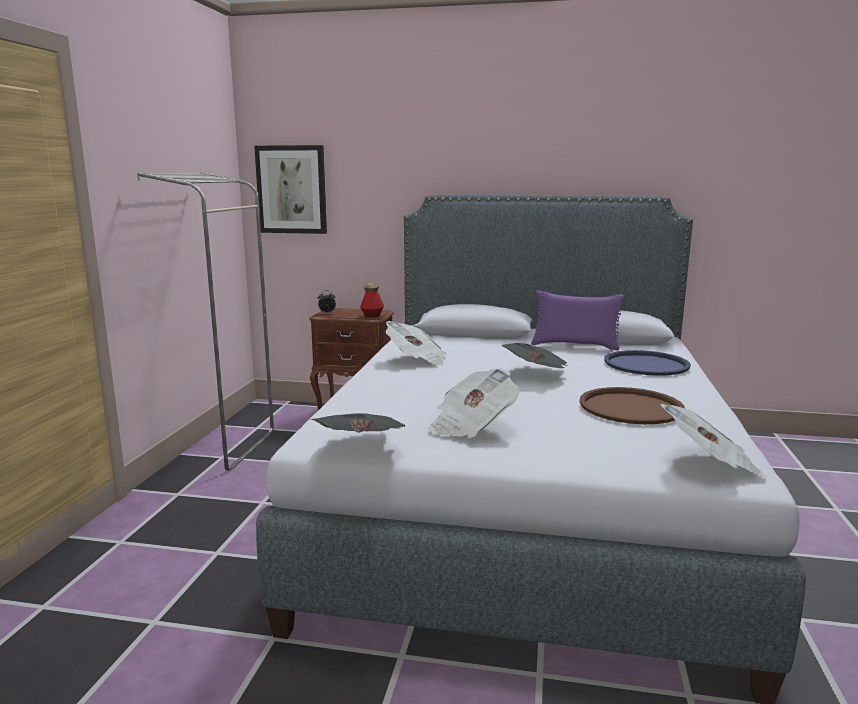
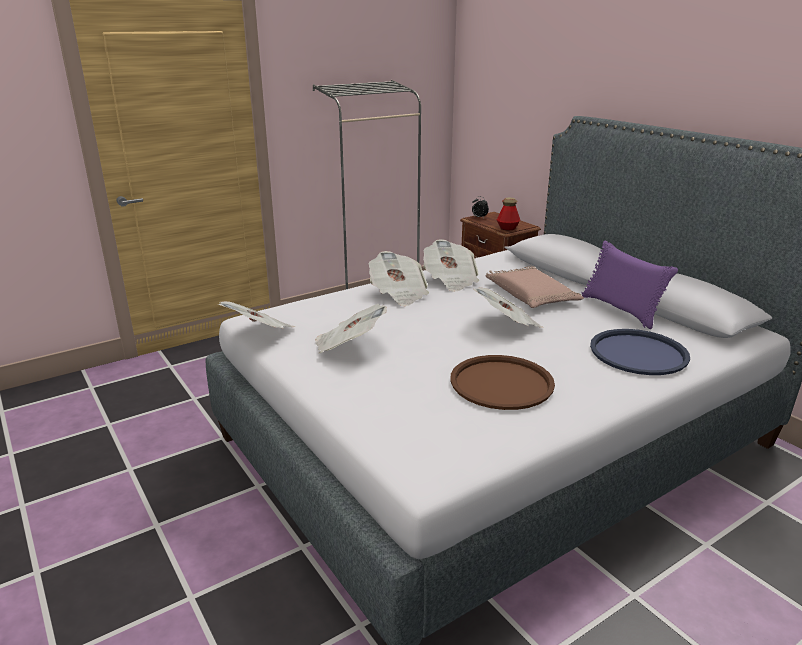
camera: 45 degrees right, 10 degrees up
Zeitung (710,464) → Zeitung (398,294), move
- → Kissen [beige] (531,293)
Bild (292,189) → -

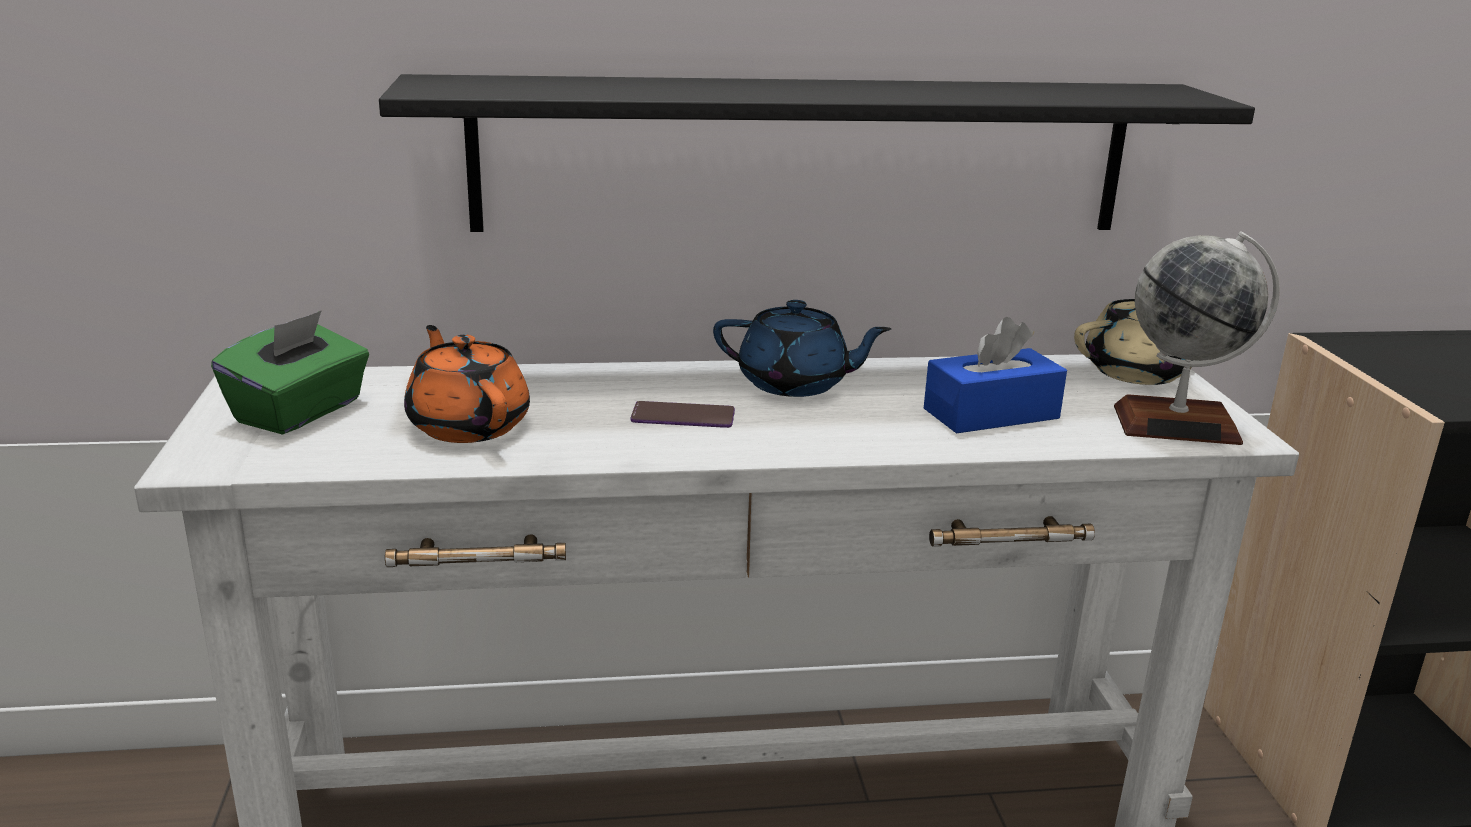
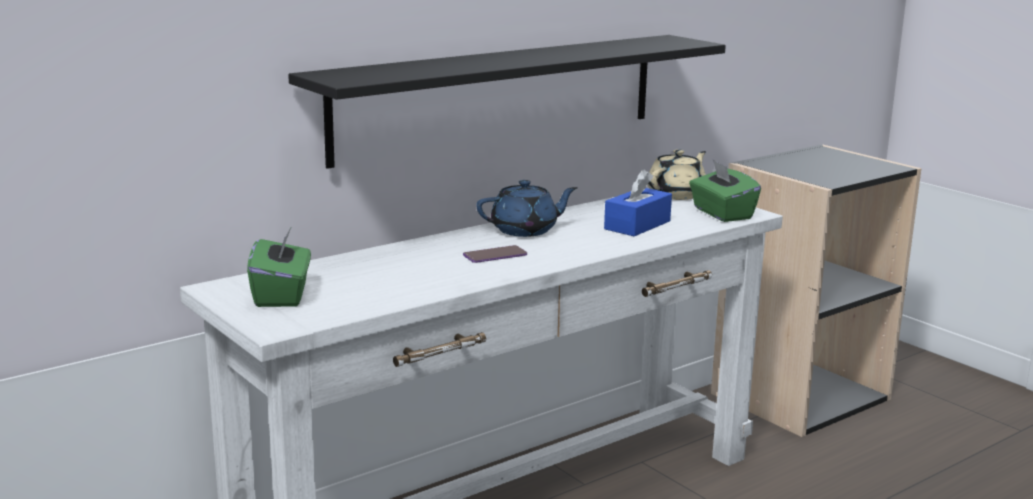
camera: 30 degrees left, 5 degrees down
Globus (1176,424) → Taschentuchbox [grün] (721,214)
Teekanne [orange] (468,425) → -

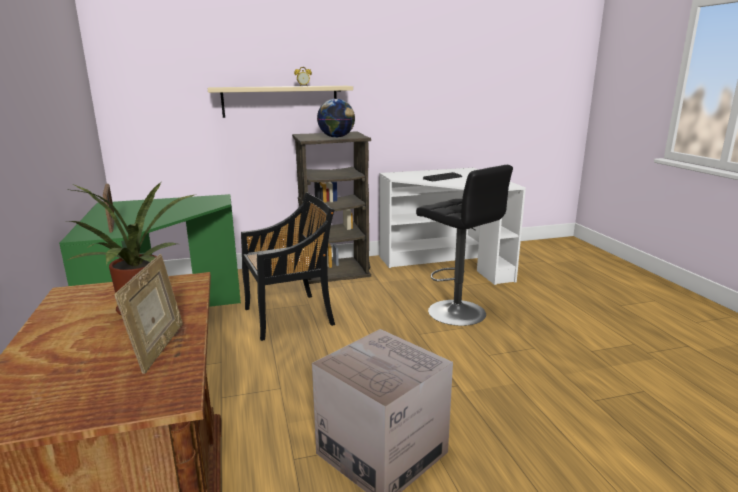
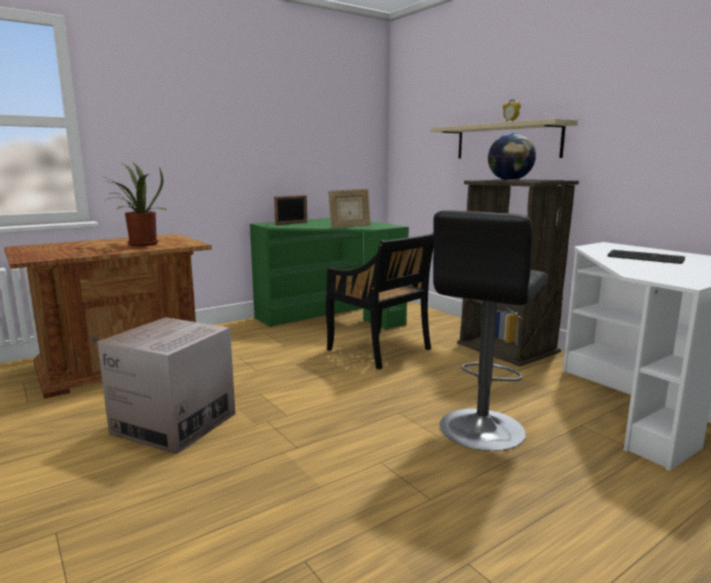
camera: 70 degrees right, 5 degrees down
Bilderrahmen (158,349) → Bilderrahmen (349,227), move

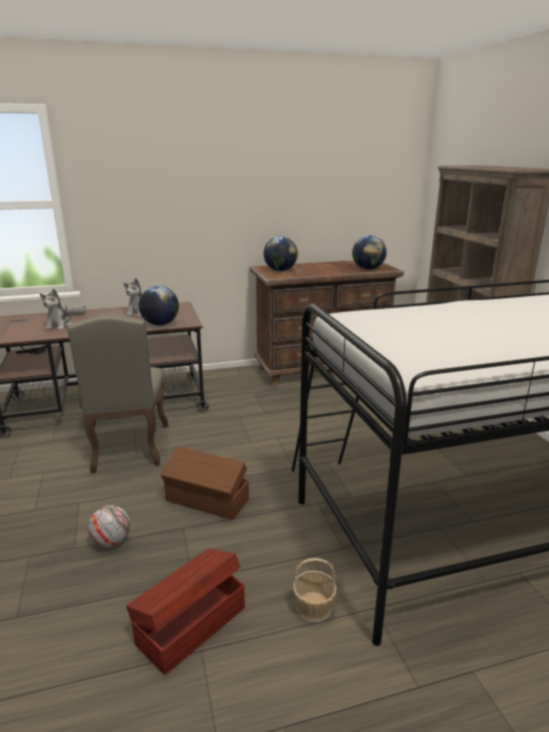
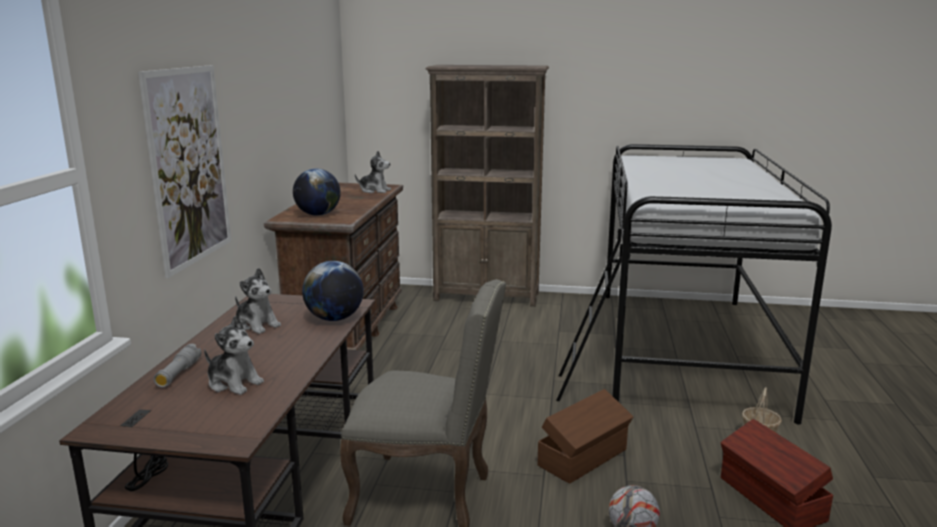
camera: 65 degrees left, 5 degrees down
- → Bild (189,166)
Globus (368,269) → Plüschtier (374,191)

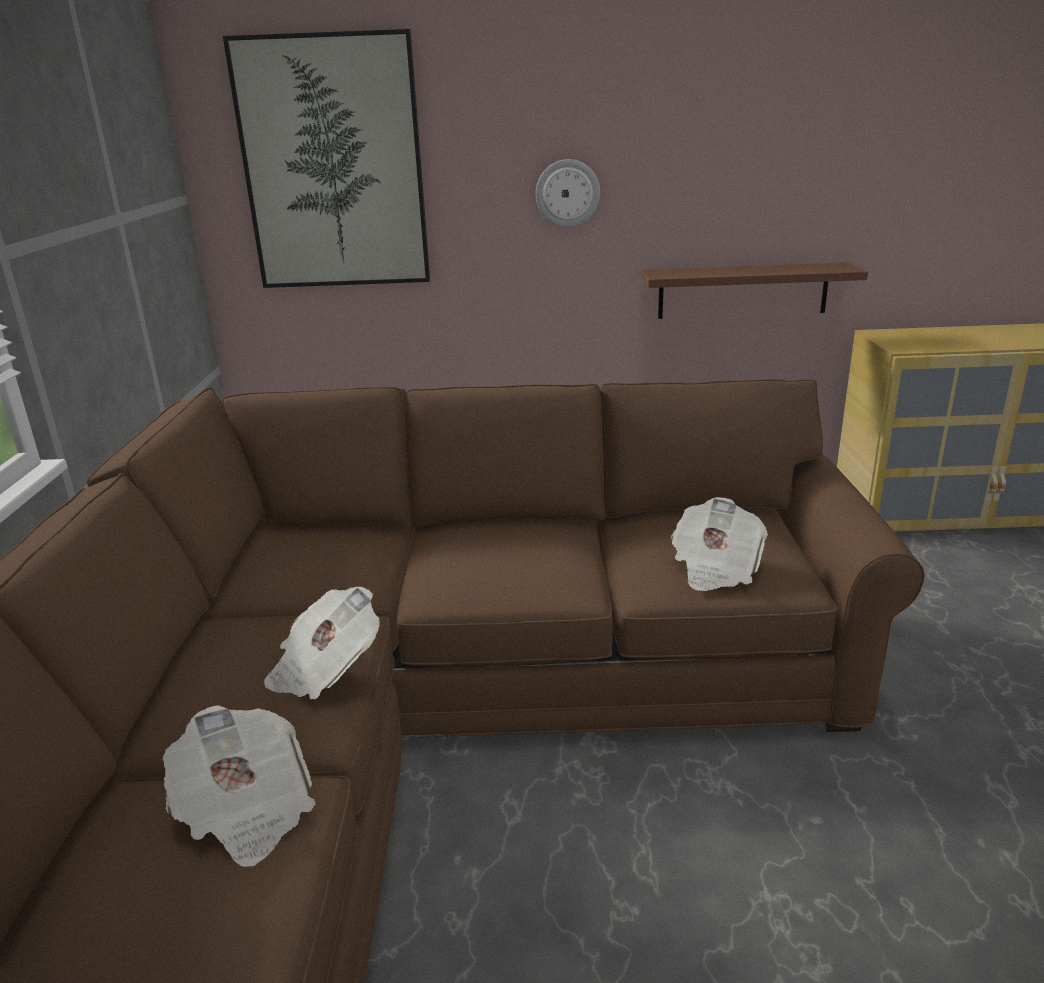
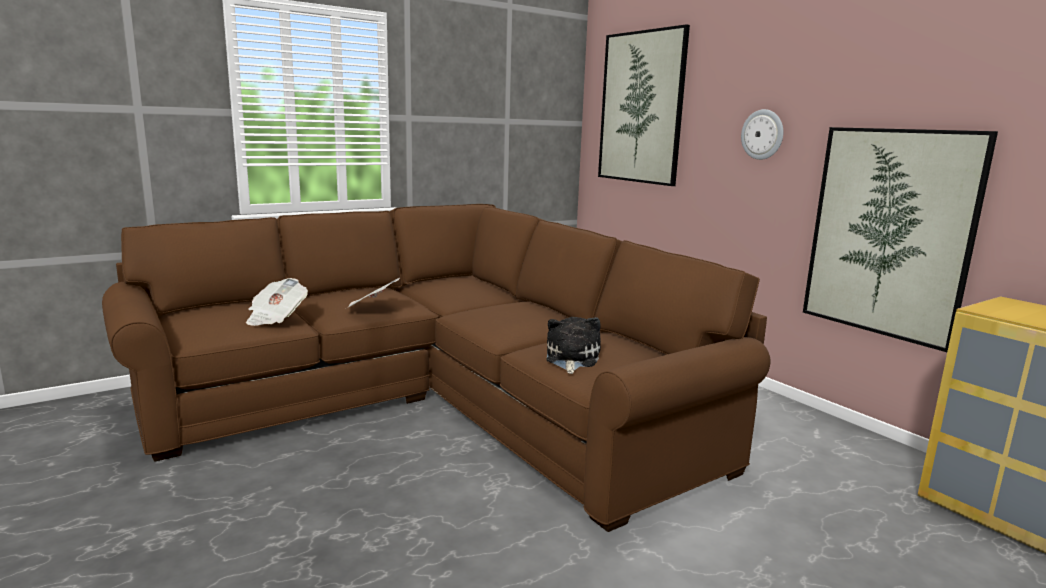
camera: 55 degrees right, 10 degrees down
Zeitung (715,568) → Plüschtier (571,359)
Wandregal [braun] (742,291) → Bild (889,233)

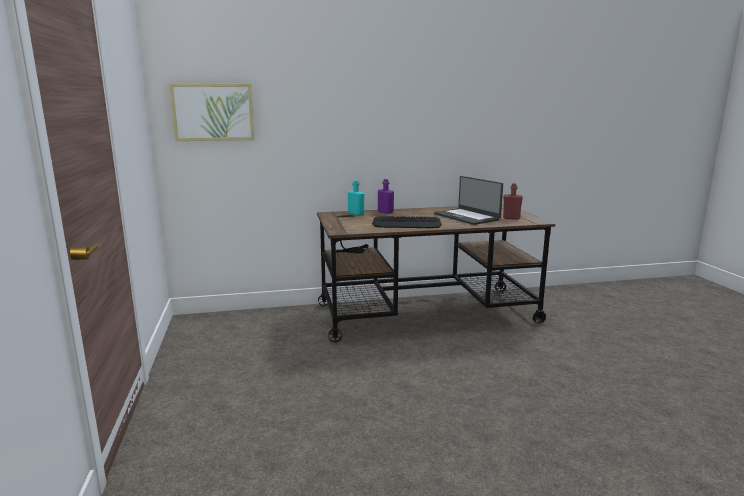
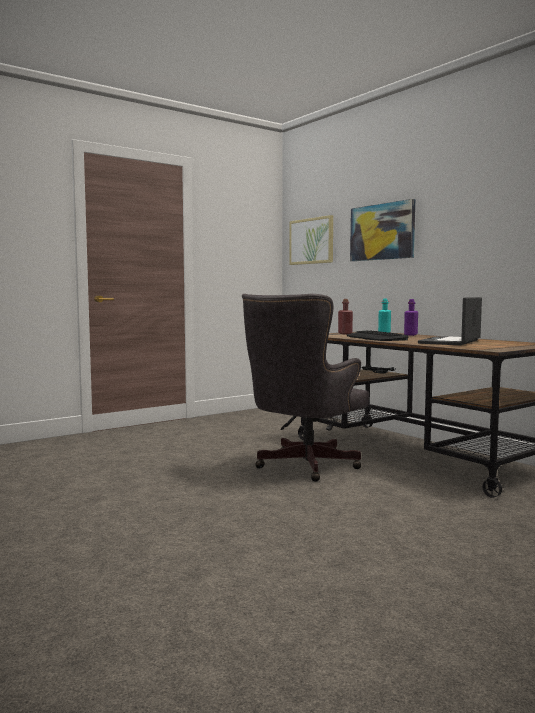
camera: 65 degrees right, 10 degrees down
- → Bürostuhl [grau] (304,467)
Flasche [rot] (511,218) → Flasche [rot] (345,333), move
- → Bild (382,232)

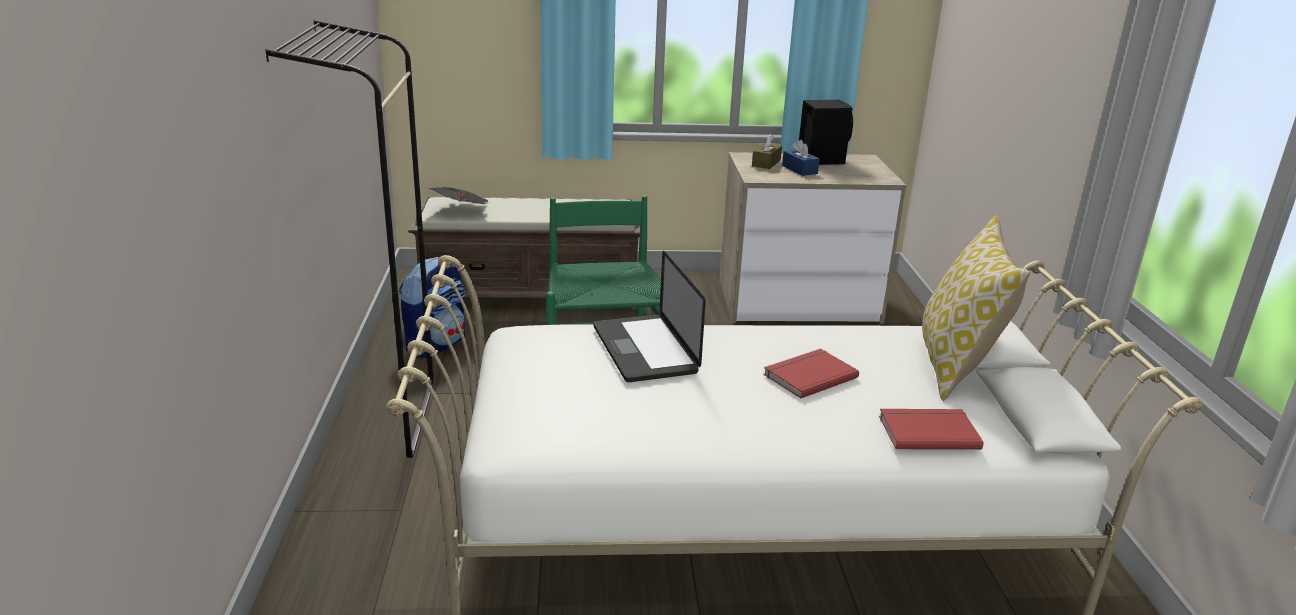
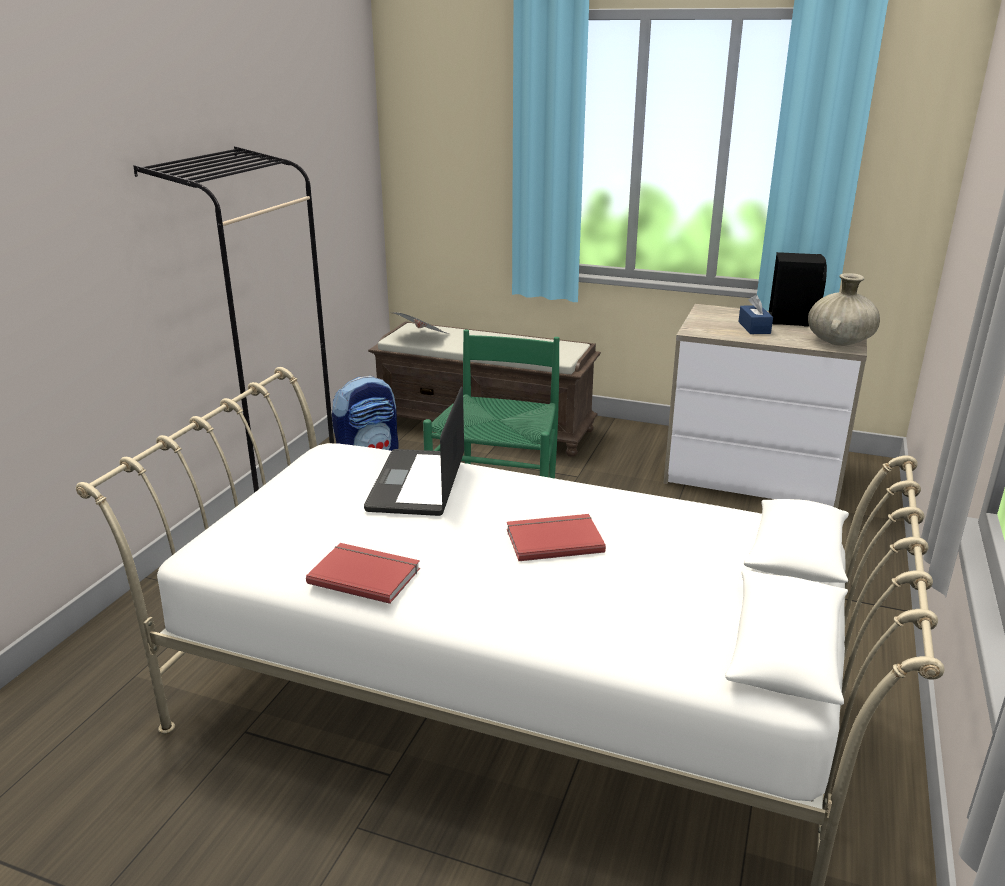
camera: 25 degrees right, 0 degrees up
Buch [rot] (927,431) → Buch [rot] (365,574), move
- → Vase [beige] (840,342)
Taschentuchbox [braun] (766,163) → -
Kissen (957,366) → -

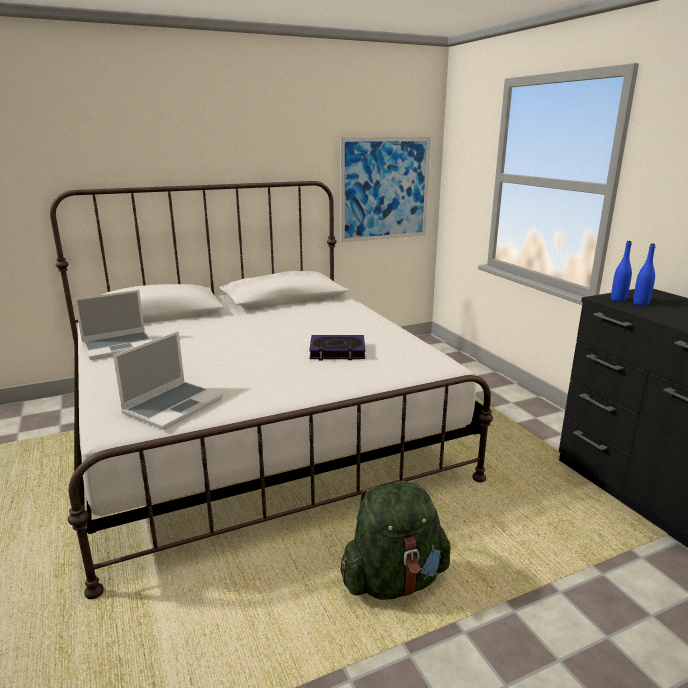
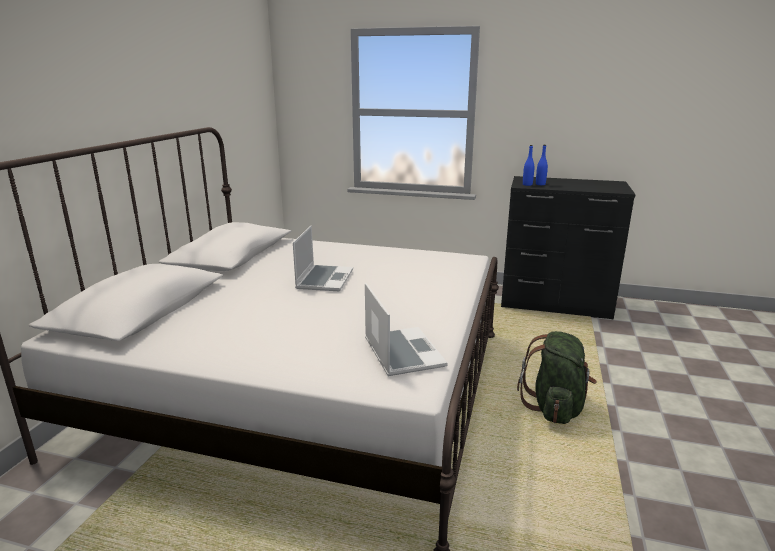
camera: 50 degrees left, 0 degrees up
Laptop (119,346) → Laptop (324,279), move
Buch (337,352) → -
Bild (385,189) → -

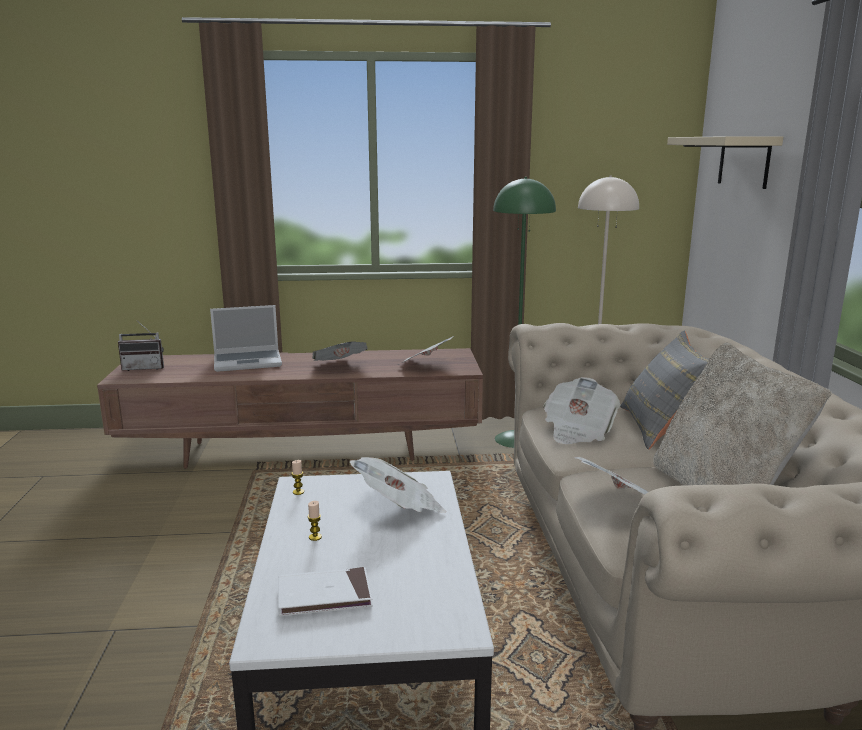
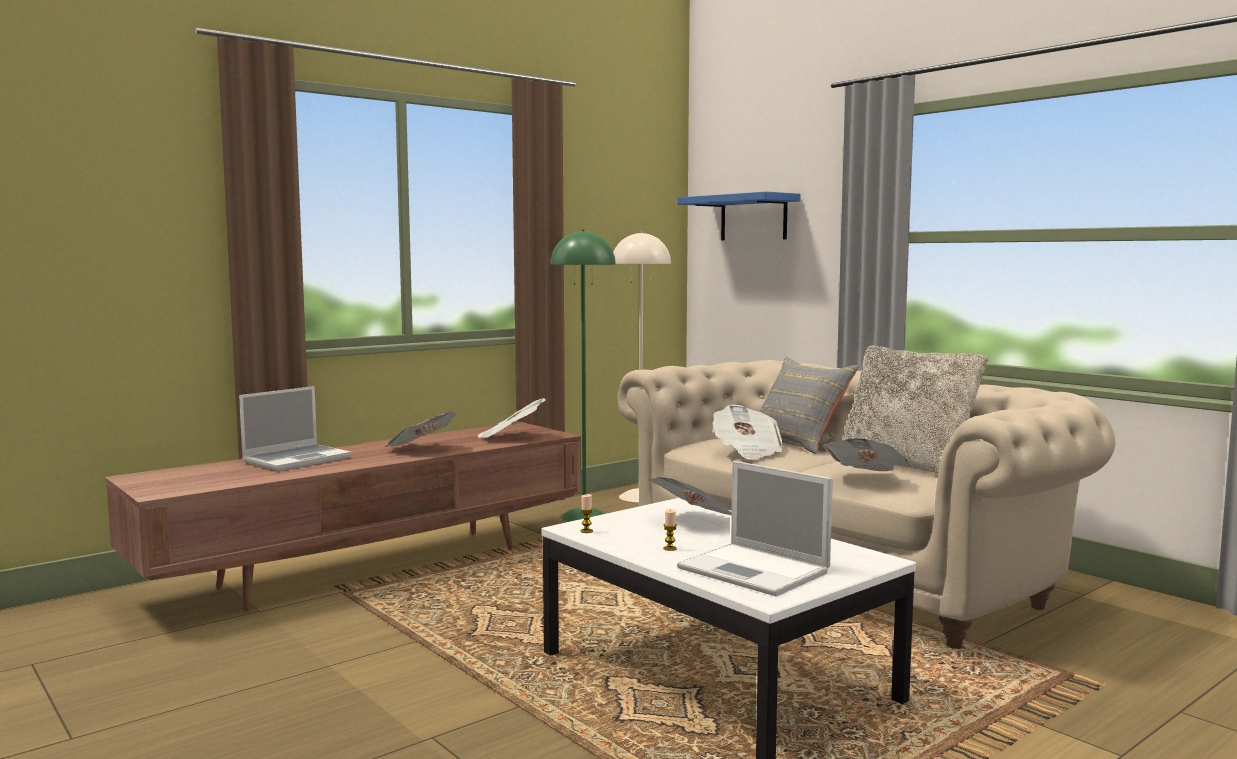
camera: 35 degrees left, 10 degrees down
Wandregal [beige] (744,161) → Wandregal [blau] (753,218)
Buch [weiß] (324,596) → Laptop (756,570)
Radio (144,368) → -

